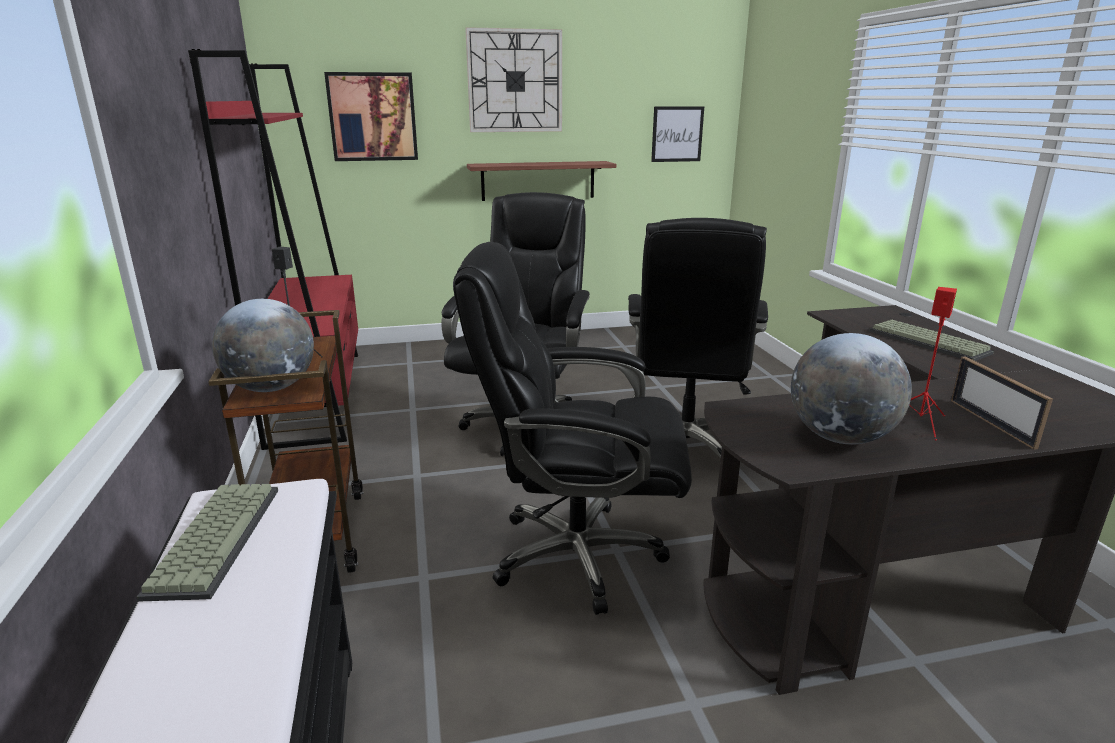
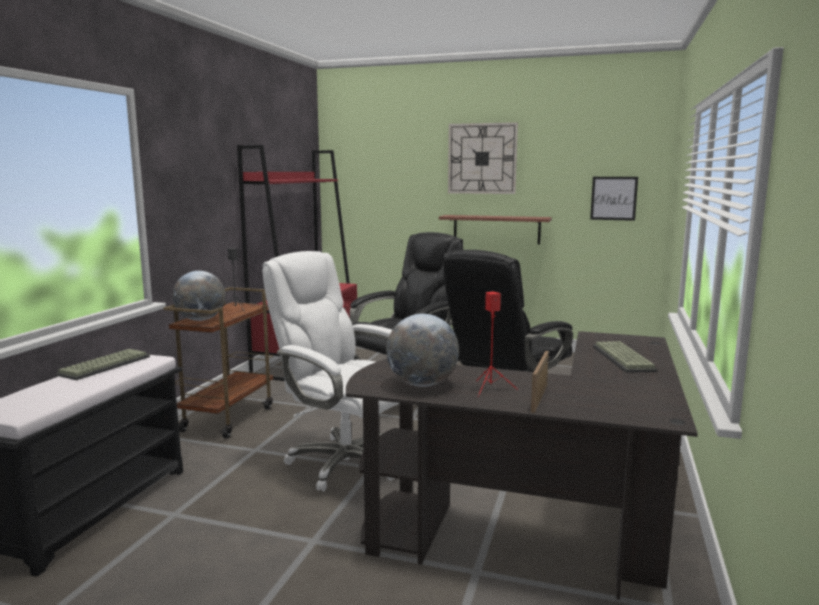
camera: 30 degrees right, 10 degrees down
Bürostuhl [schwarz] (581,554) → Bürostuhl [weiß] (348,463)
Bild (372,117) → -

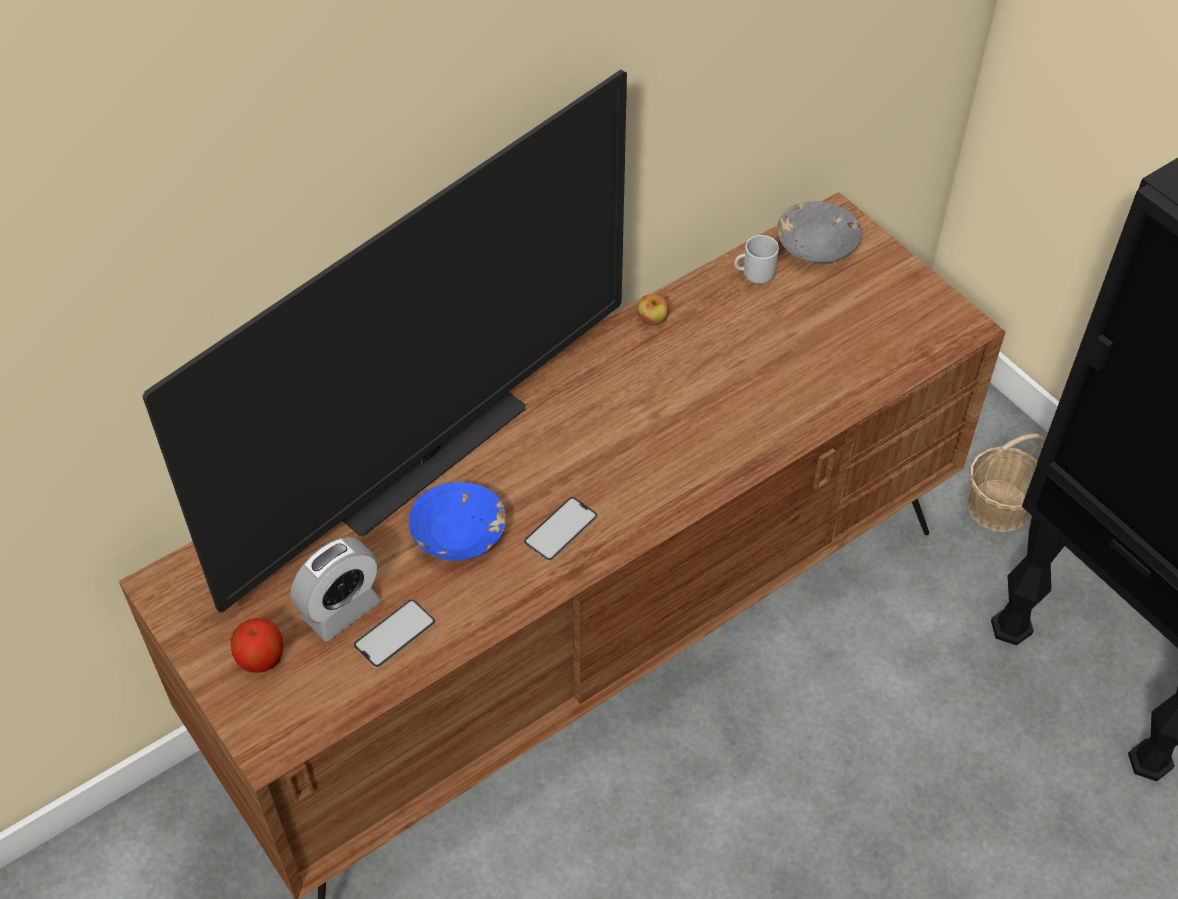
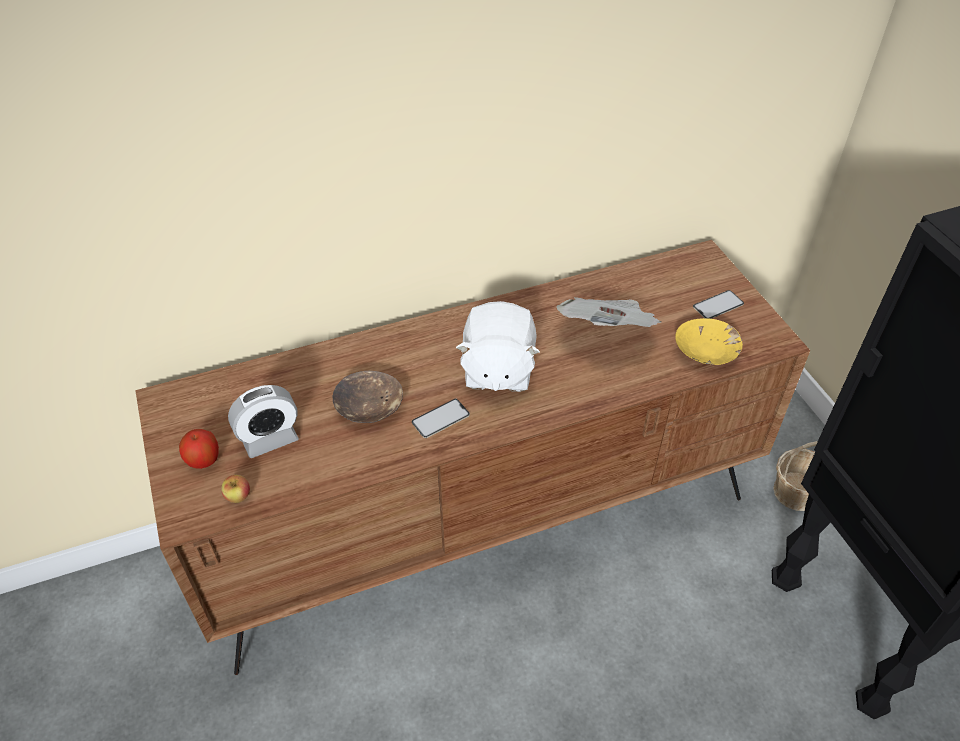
camera: 15 degrees right, 5 degrees down
Apfel (652,320) → Apfel (238,496), move
Schüssel [blau] (459,534) → Schüssel [braun] (369,407)
- → Plüschtier [weiß] (497,369)
- → Zeitung (607,331)
- → Schüssel [gelb] (706,352)
Handy (394,634) → Handy (718,305), move
Fernseher (432,459) → -
Henkelbecher (755,276) → -
Schüssel [grau] (816,244) → -

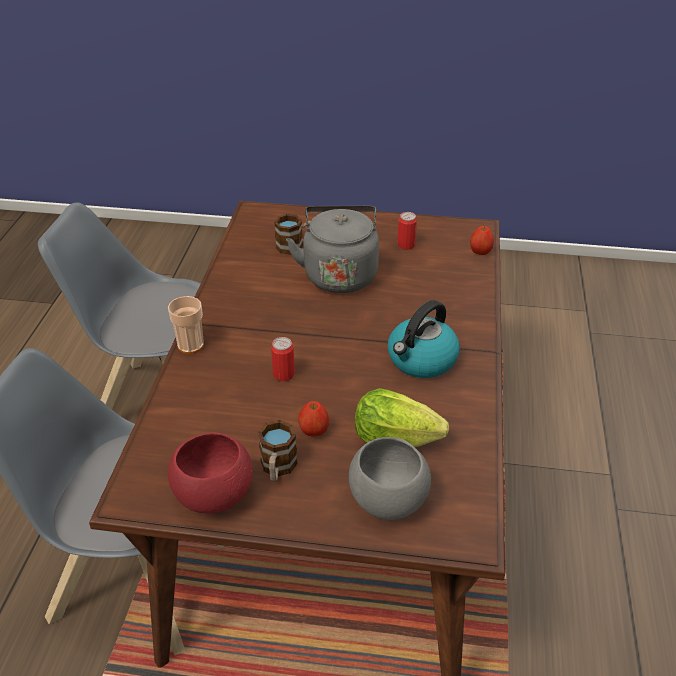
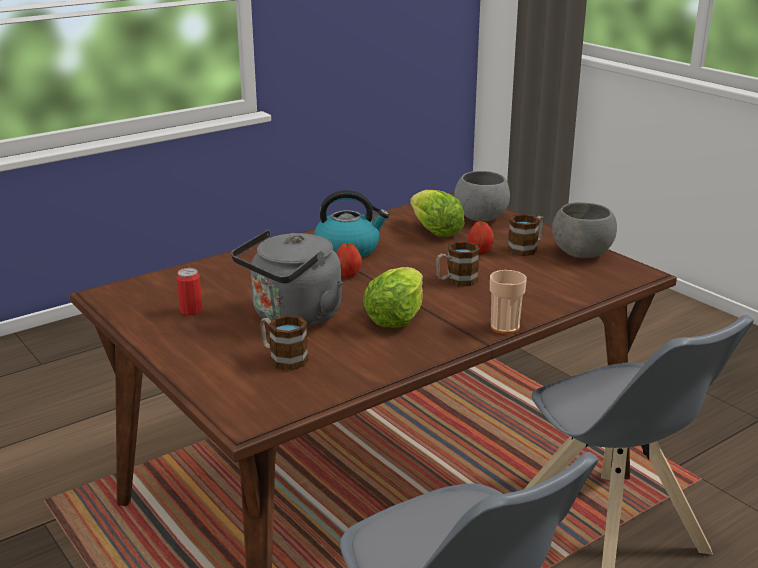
camera: 135 degrees left, 15 degrees down
Apfel (480,252) → Apfel (348,275), move
- → Salatkopf (395,318)
Dose (283,374) → Henkelbecher (455,281)
Schüssel [rot] (213,495) → Schüssel [grau] (582,254)

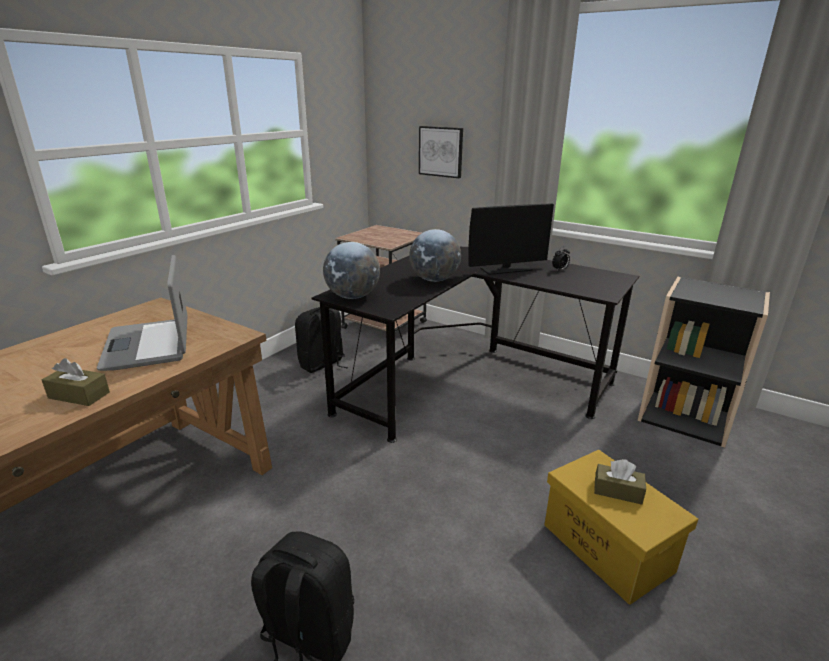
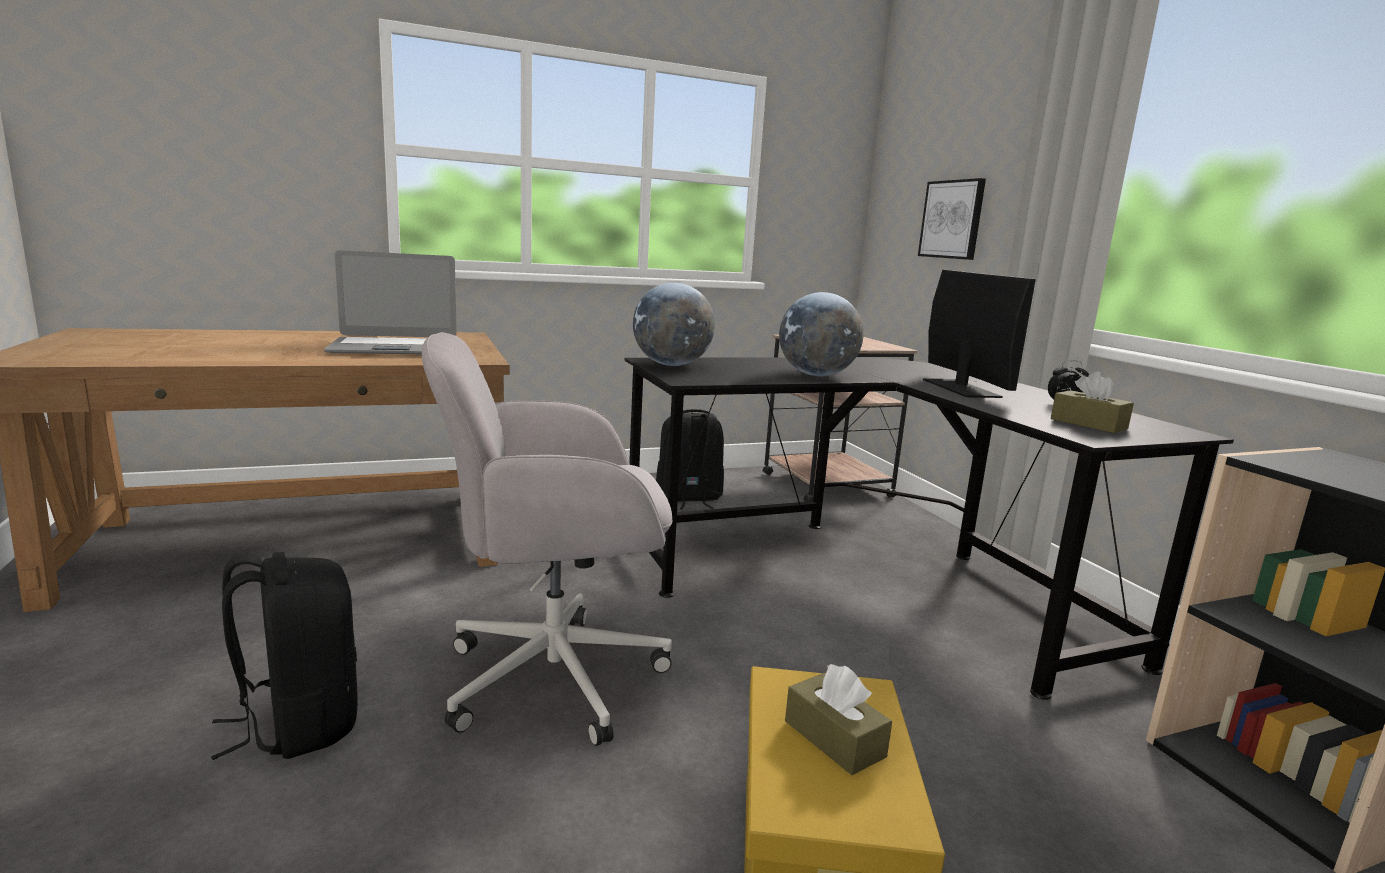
camera: 35 degrees right, 10 degrees down
Laptop (149,345) → Laptop (395,349), 120 degrees counterclockwise
- → Bürostuhl [grau] (550,678)
Monitor (506,269) → Monitor (960,388), 120 degrees counterclockwise
Taschentuchbox [braun] (79,395) → Taschentuchbox [braun] (1088,424), move

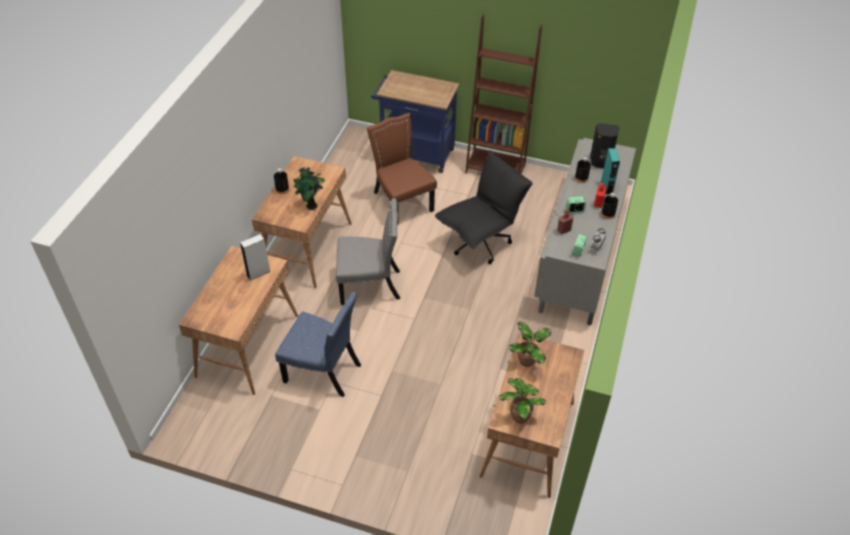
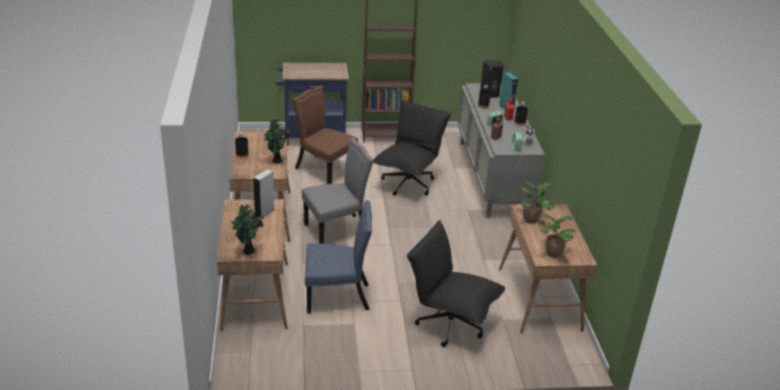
camera: 25 degrees left, 15 degrees down
- → Topfpflanze (248,251)
- → Bürostuhl [schwarz] (451,325)

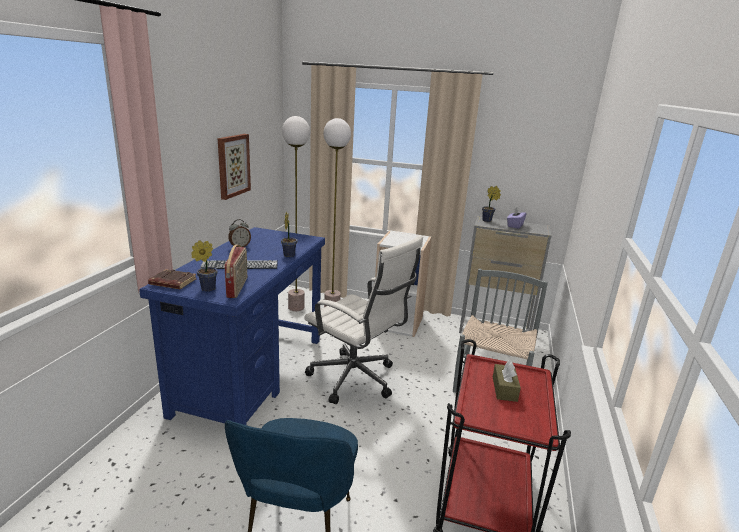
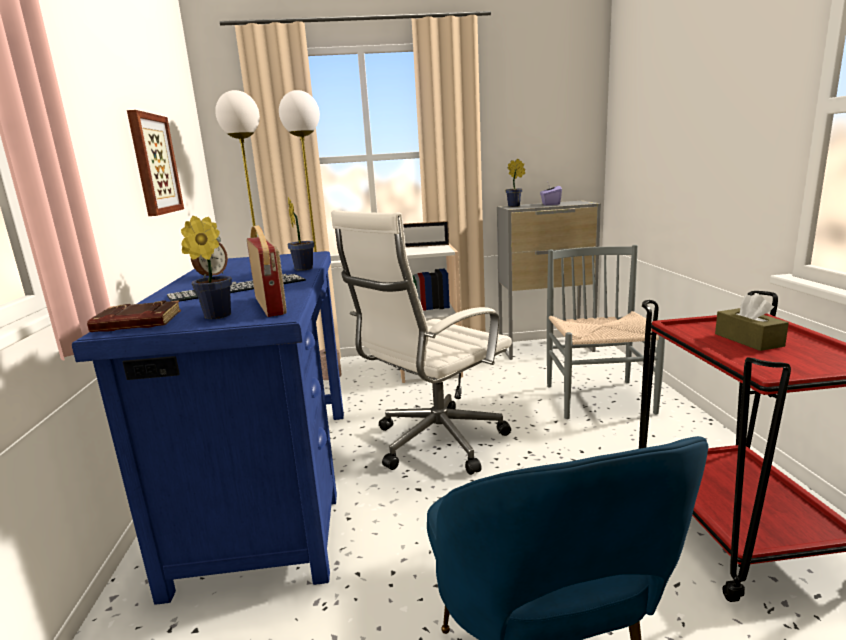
camera: 20 degrees left, 5 degrees down
Bürostuhl [weiß] (356,380) → Bürostuhl [weiß] (434,444), 120 degrees clockwise
- → Bilderrahmen (424,246)

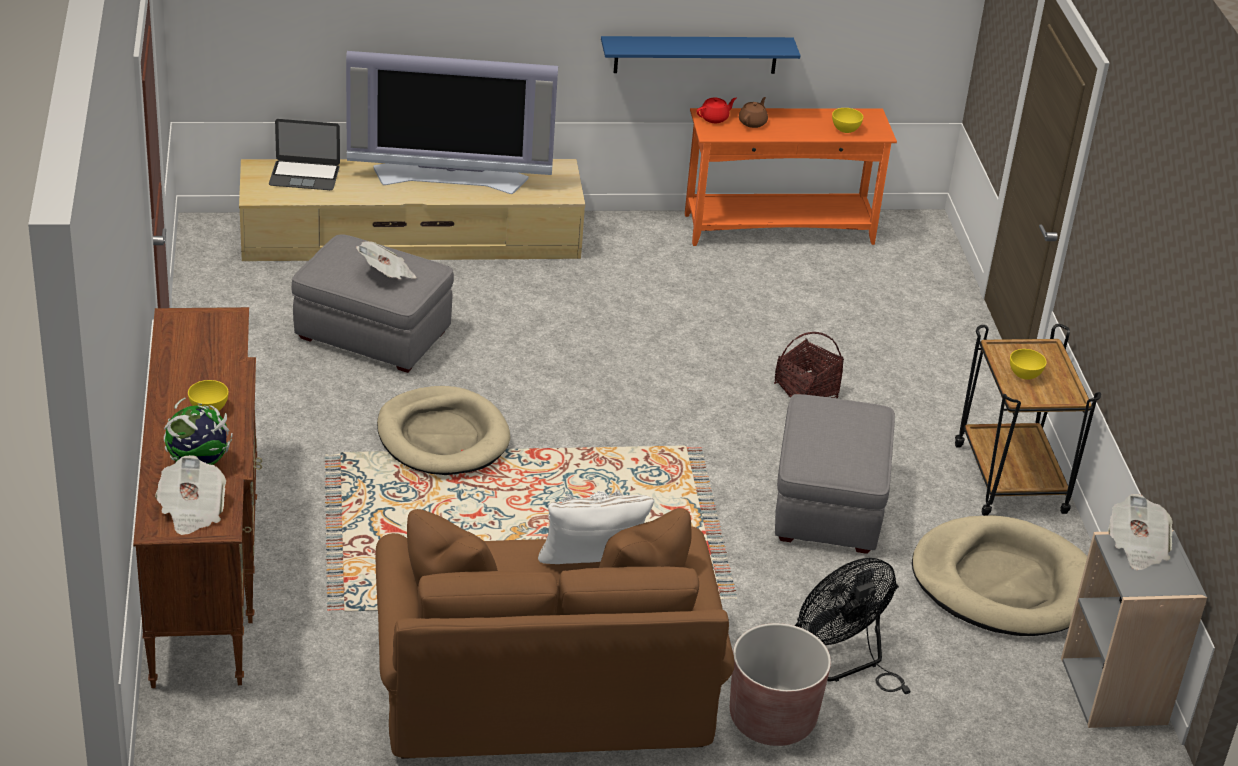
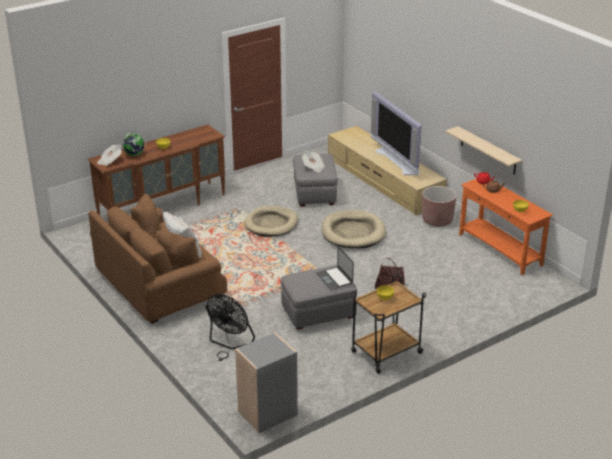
camera: 65 degrees right, 5 degrees down
Laptop (304,175) → Laptop (334,278), move
Hundebett [beige] (1003,583) → Hundebett [beige] (353,232), move
Pflanzkübel [braun] (772,719) → Pflanzkübel [braun] (437,220), move
Wandregal [blau] (696,54) → Wandregal [beige] (488,151)
Zeitung (1137,547) → -

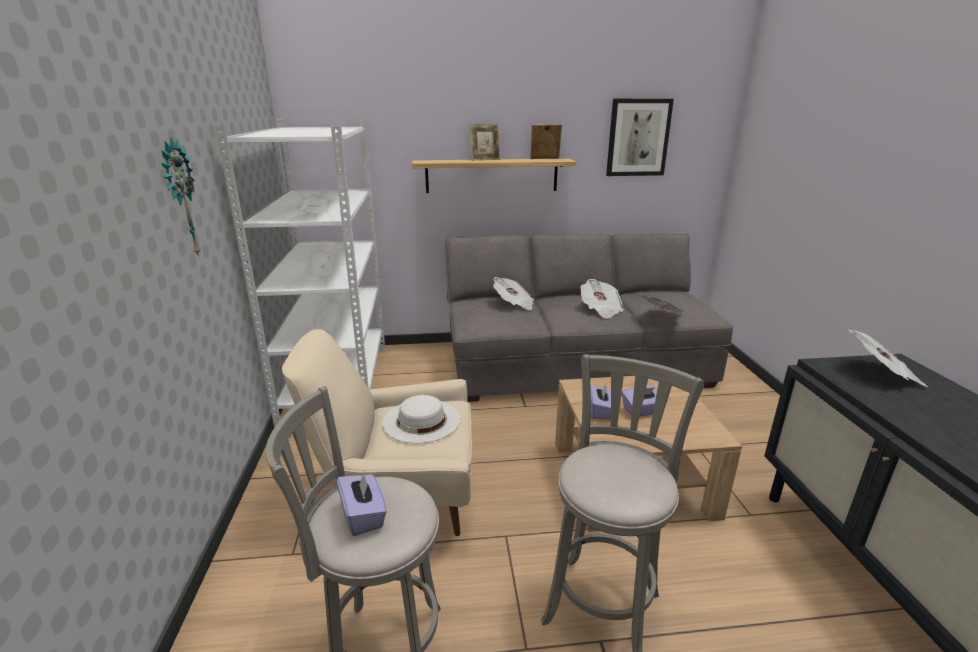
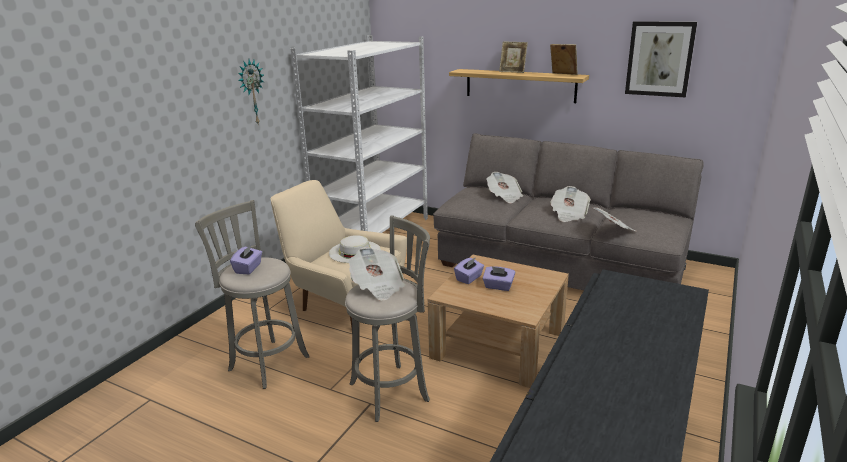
camera: 35 degrees right, 0 degrees up
Zeitung (881,374) → Zeitung (377,286), move

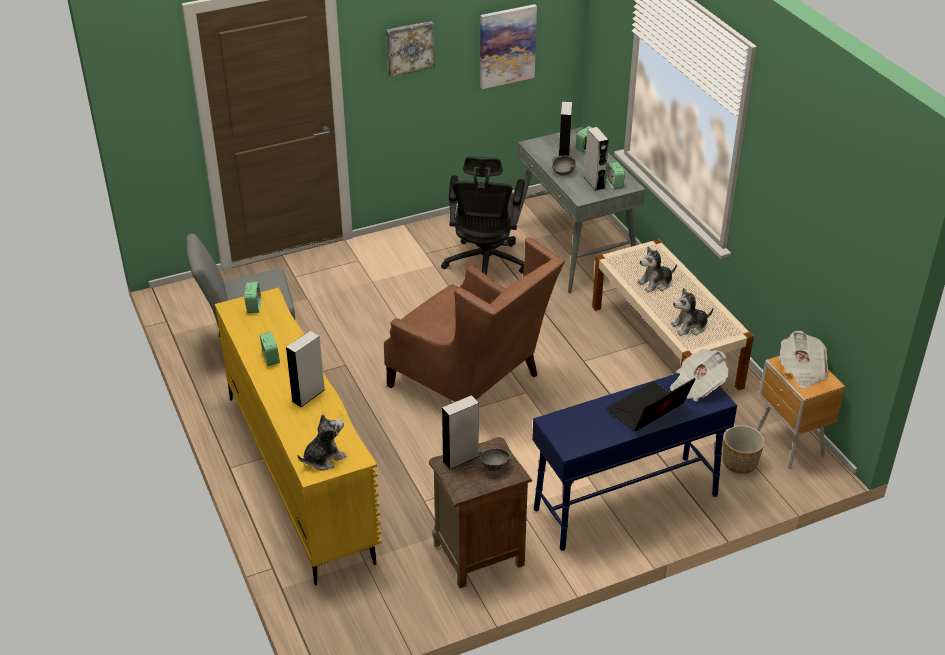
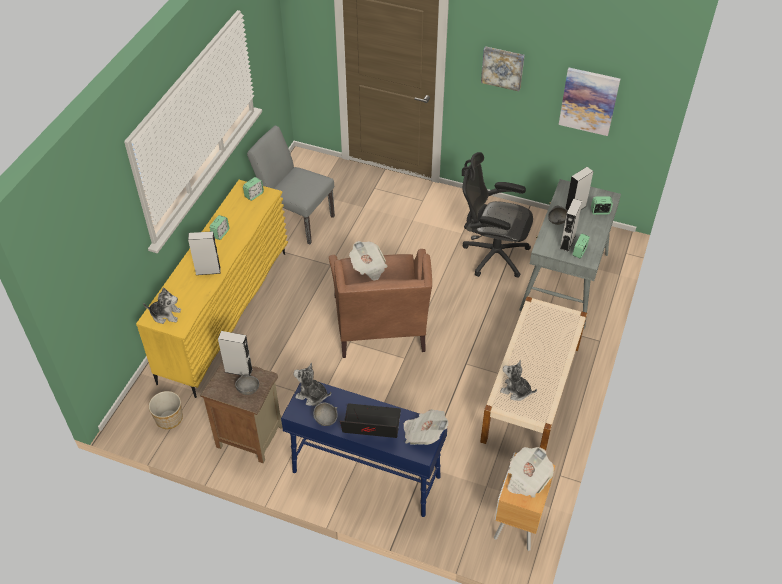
camera: 45 degrees right, 10 degrees up
Pflanzkübel (739,462) → Pflanzkübel (169,418), move
Plüschtier (655,283) → Plüschtier (312,395), move
- → Schüssel [grau] (326,419)
- → Zeitung (368,267)
Bürostuhl (485,266) → Bürostuhl (492,255), 60 degrees clockwise

